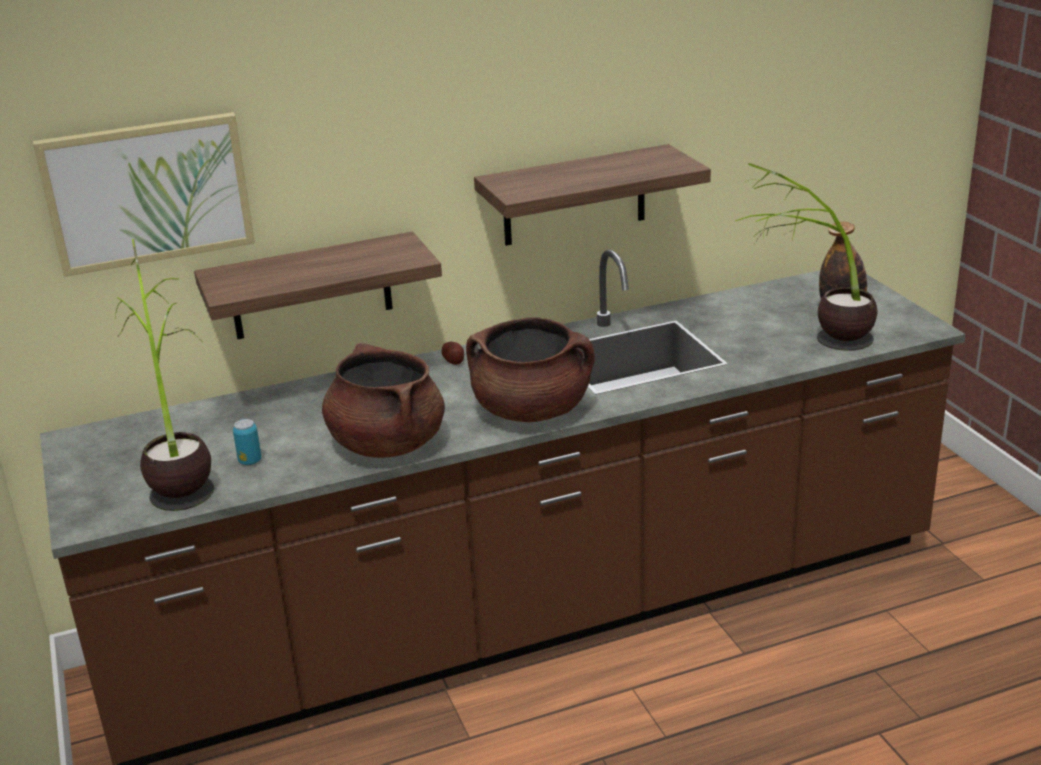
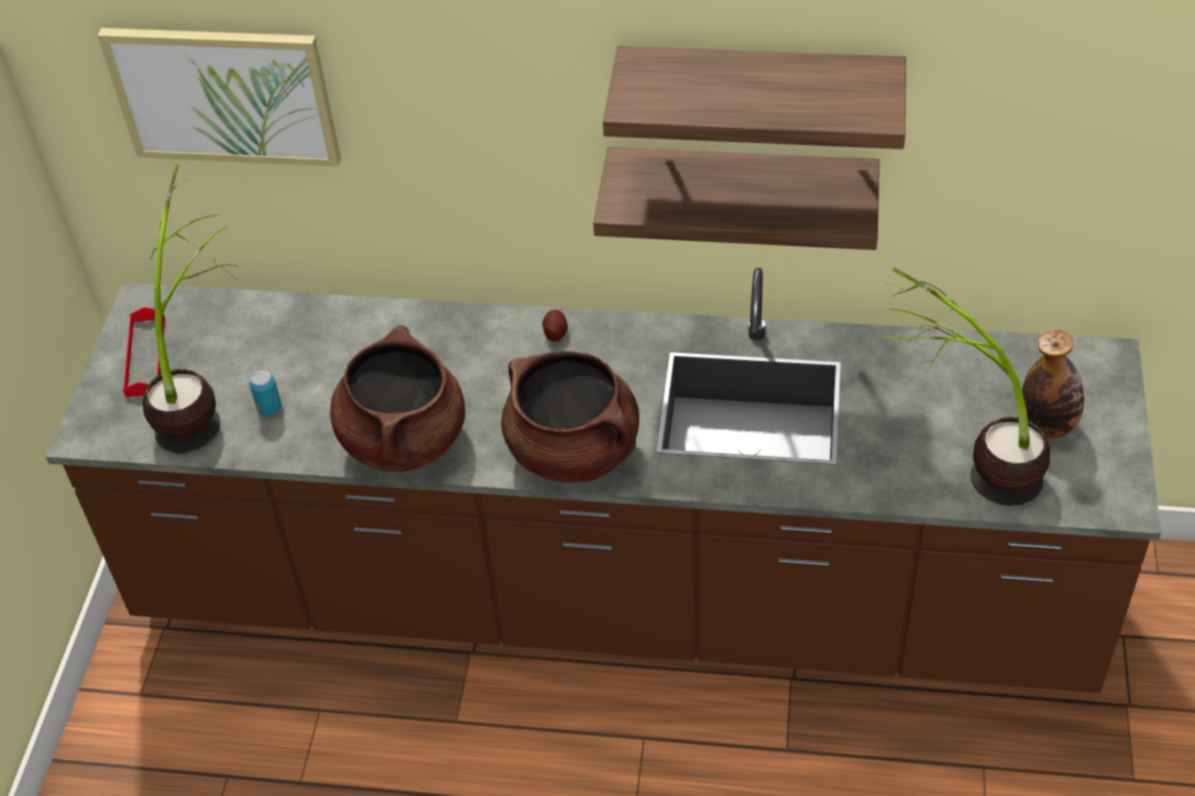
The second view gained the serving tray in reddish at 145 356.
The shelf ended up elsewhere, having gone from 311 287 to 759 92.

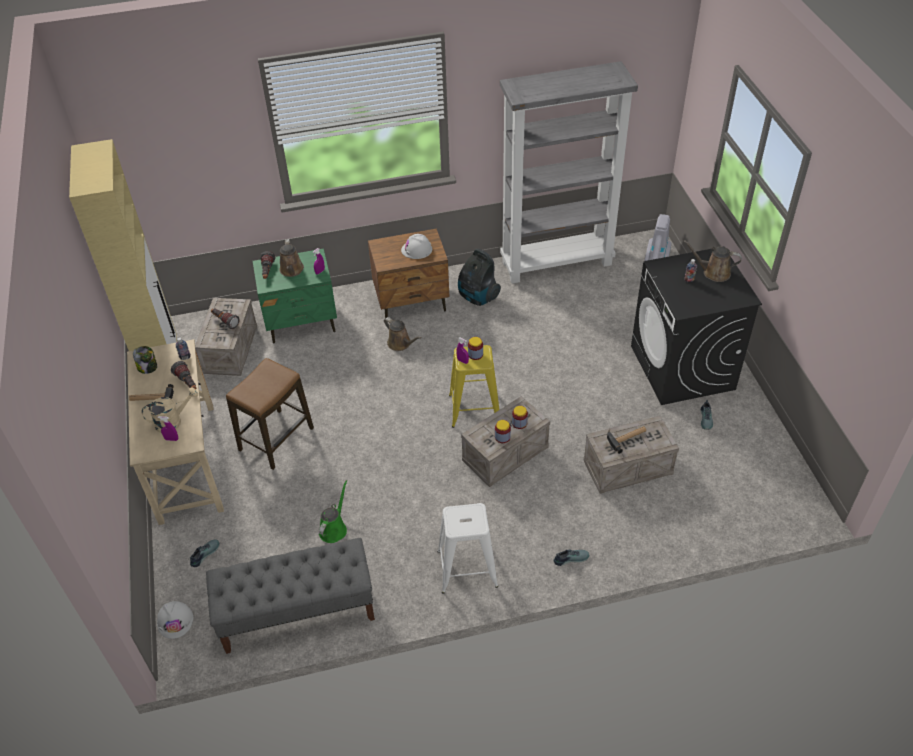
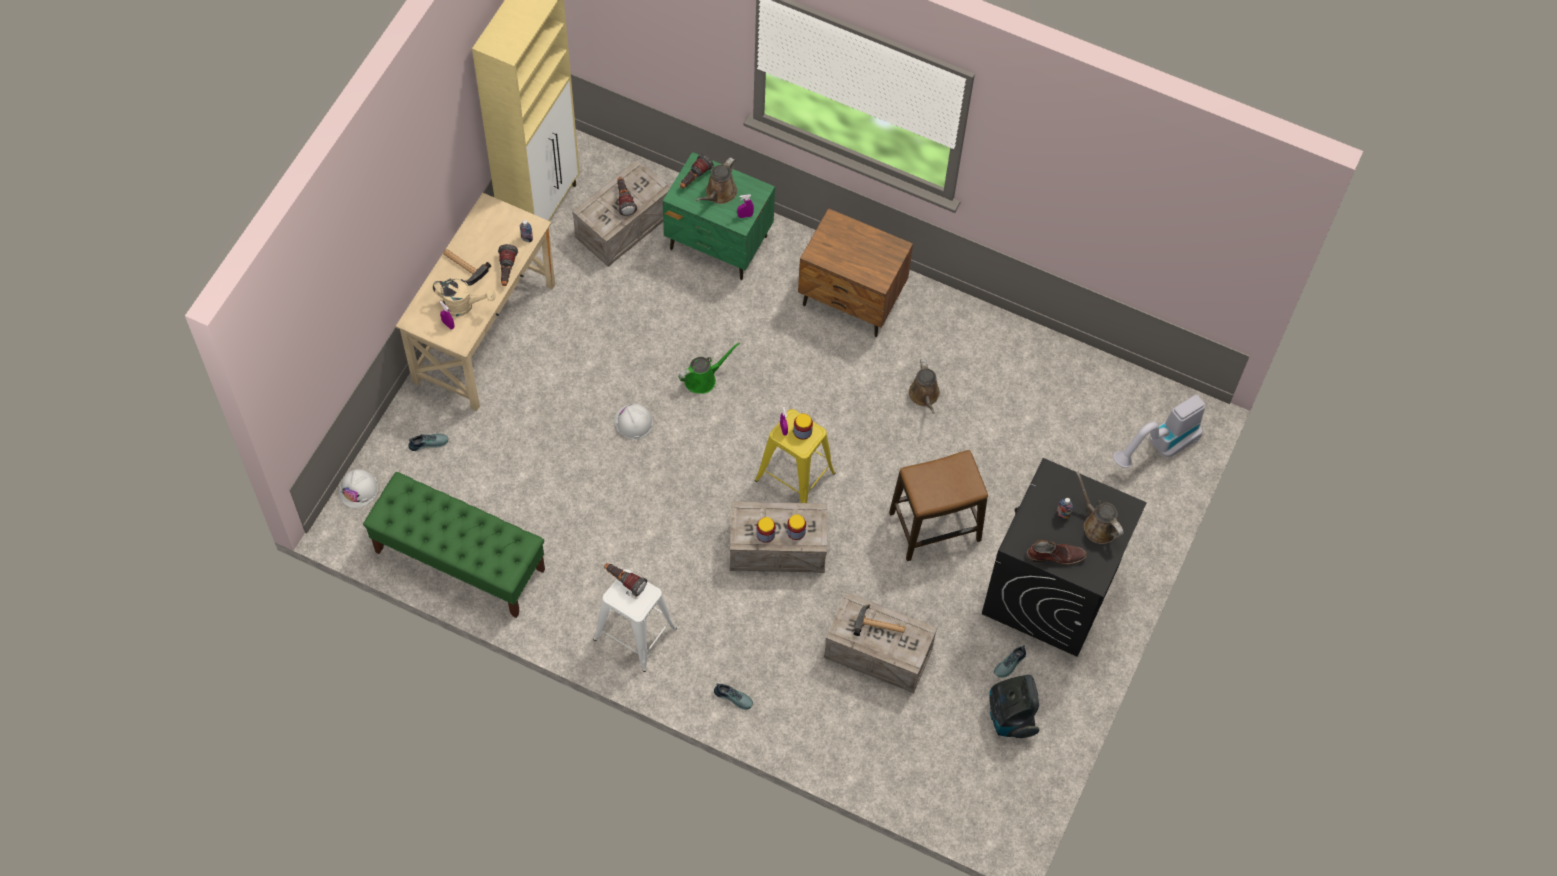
What was the indoor bench in greyish at 297 613 turned into the indoor bench in green-coloured at 459 560.
The second view gained the hand torch at 624 581.
The safety helmet in white-coloured ended up elsewhere, having gone from 416 250 to 633 422.
The watering pot in green-coloured ended up elsewhere, having gone from 334 528 to 703 379.
The stool ended up elsewhere, having gone from 276 439 to 934 527.
The watering pot in brownish ended up elsewhere, having gone from 400 344 to 924 396.
The vacuum cleaner ended up elsewhere, having gone from 477 297 to 1010 717.
The second view gained the high-top boot in brownish at 1055 555.
The second view lost the storage jar at 148 367.
The second view lost the shelving unit in greyish at 557 262.

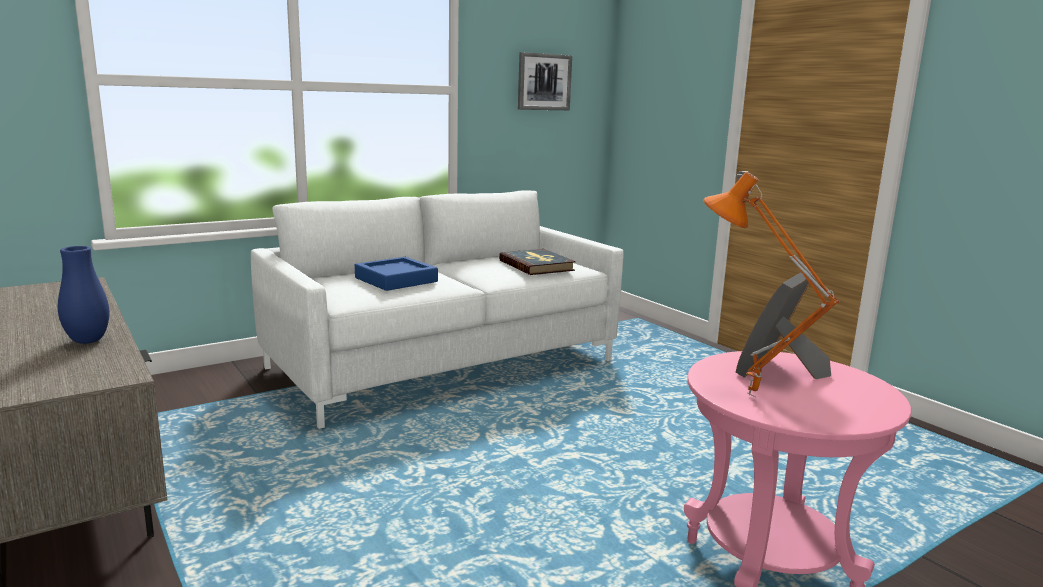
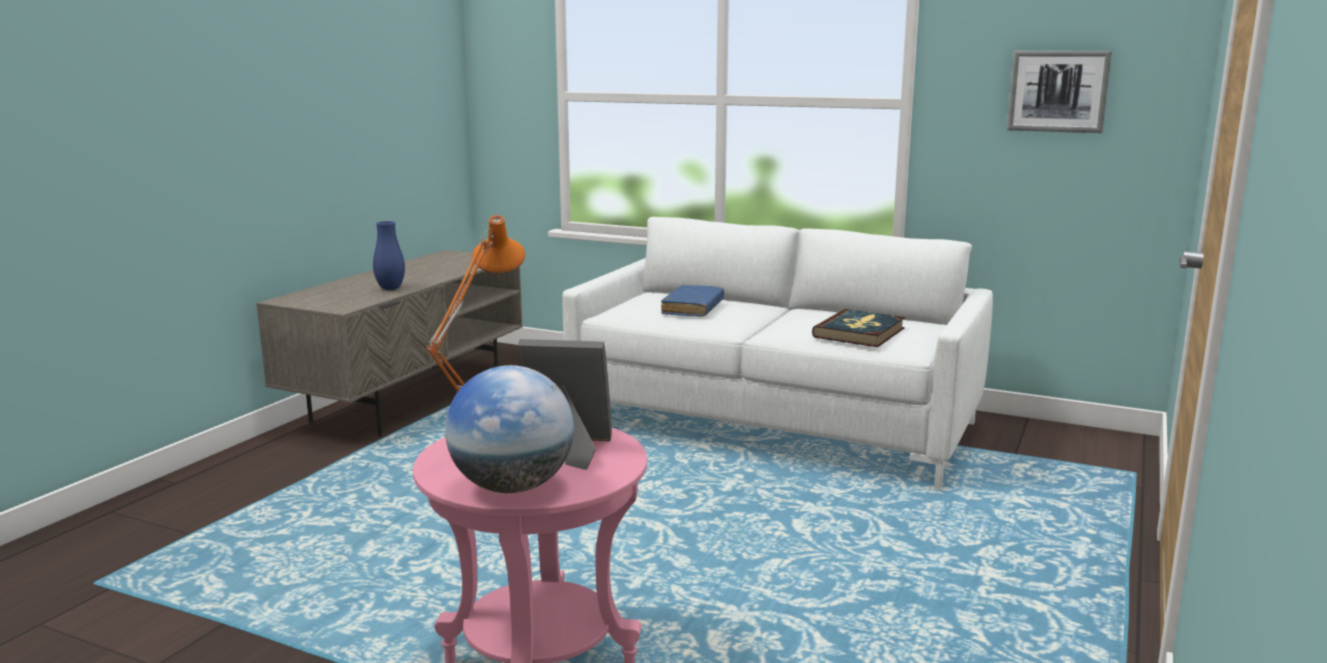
The second view gained the globe at 512 487.
Where the serving tray in blue stood at 396 280, the book in blue came to stand at 693 309.

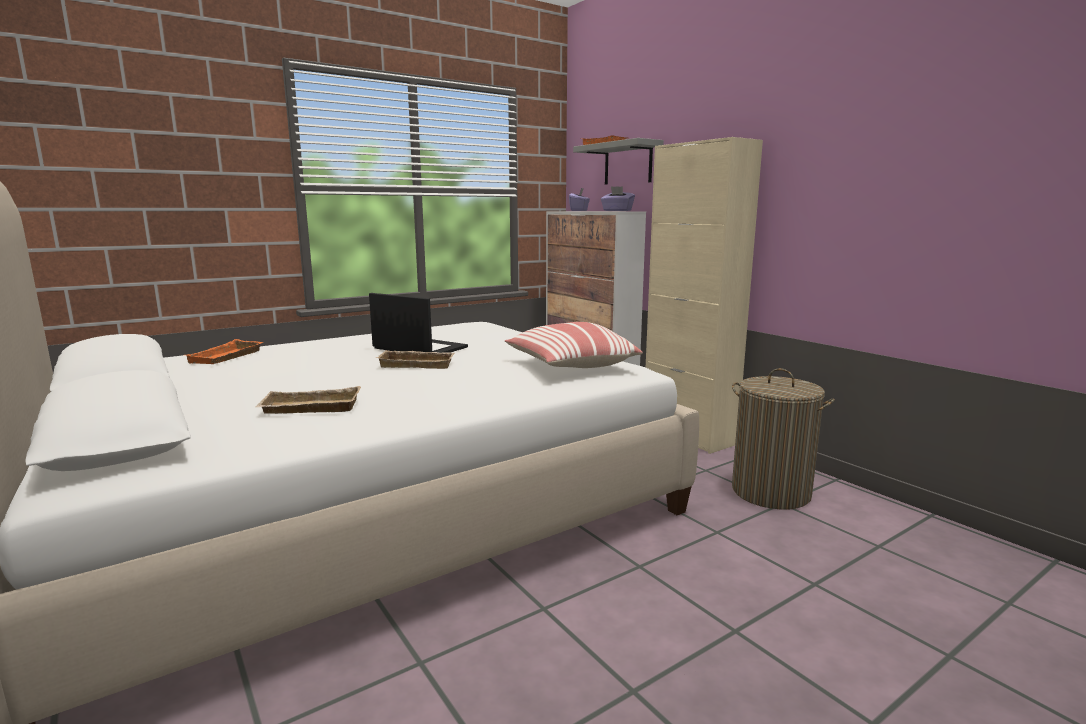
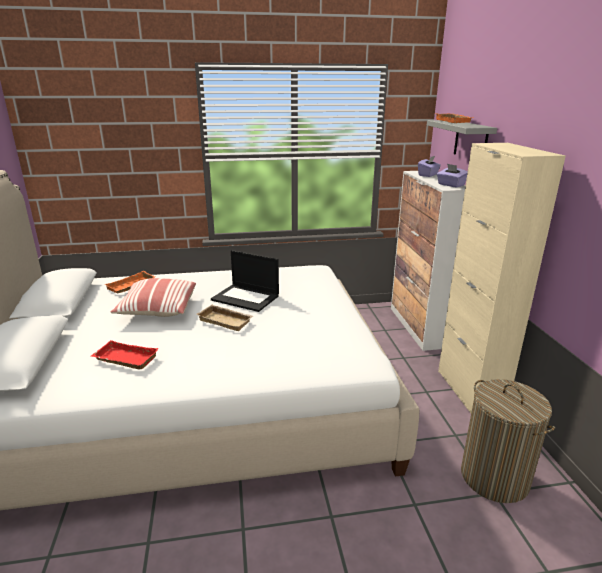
What was the serving tray in sand-coloured at 309 408 turned into the serving tray in reddish at 124 359.
The throw pillow ended up elsewhere, having gone from 570 366 to 157 309.
The notebook computer at 418 348 ended up facing another way, 150 degrees clockwise from before.

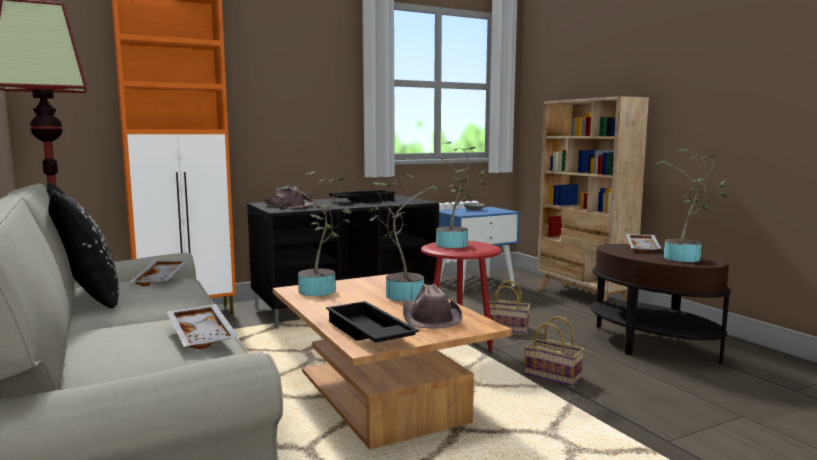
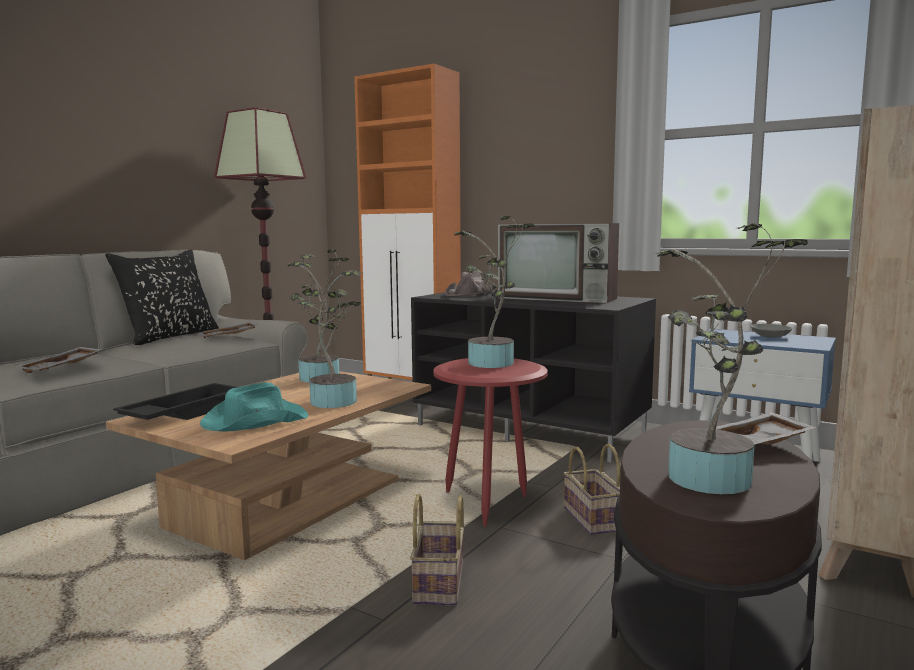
What was the wearable hat in brownish at 429 317 turned into the wearable hat in turquoise at 253 421.
Where the serving tray in black stood at 362 201, the TV came to stand at 559 298.

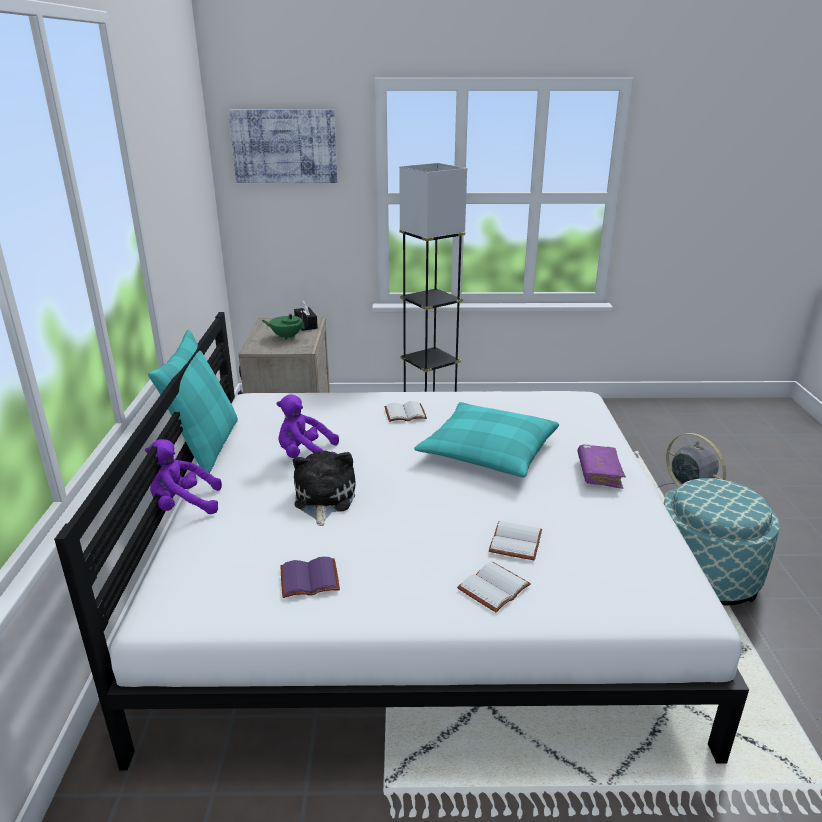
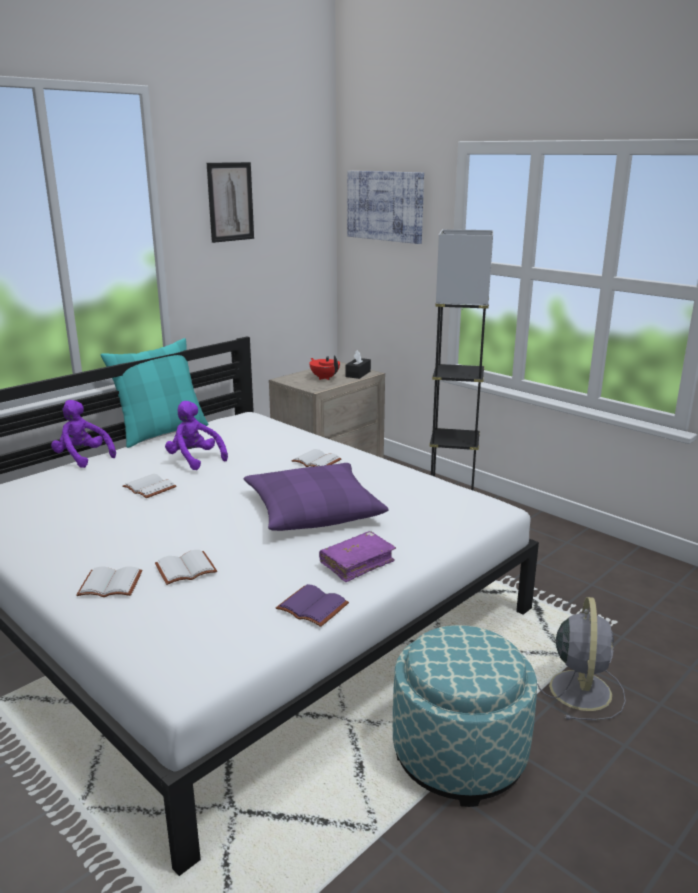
Where the cuddly toy stood at 323 499, the book in white-coloured came to stand at 148 488.
The second view gained the wall art at 230 202.
What was the throw pillow in turquoise at 488 451 turned into the throw pillow in purple-coloured at 313 510.
The book in purple-coloured ended up elsewhere, having gone from 308 580 to 310 608.
What was the teapot in green-coloured at 286 337 turned into the teapot in reddish at 324 378.

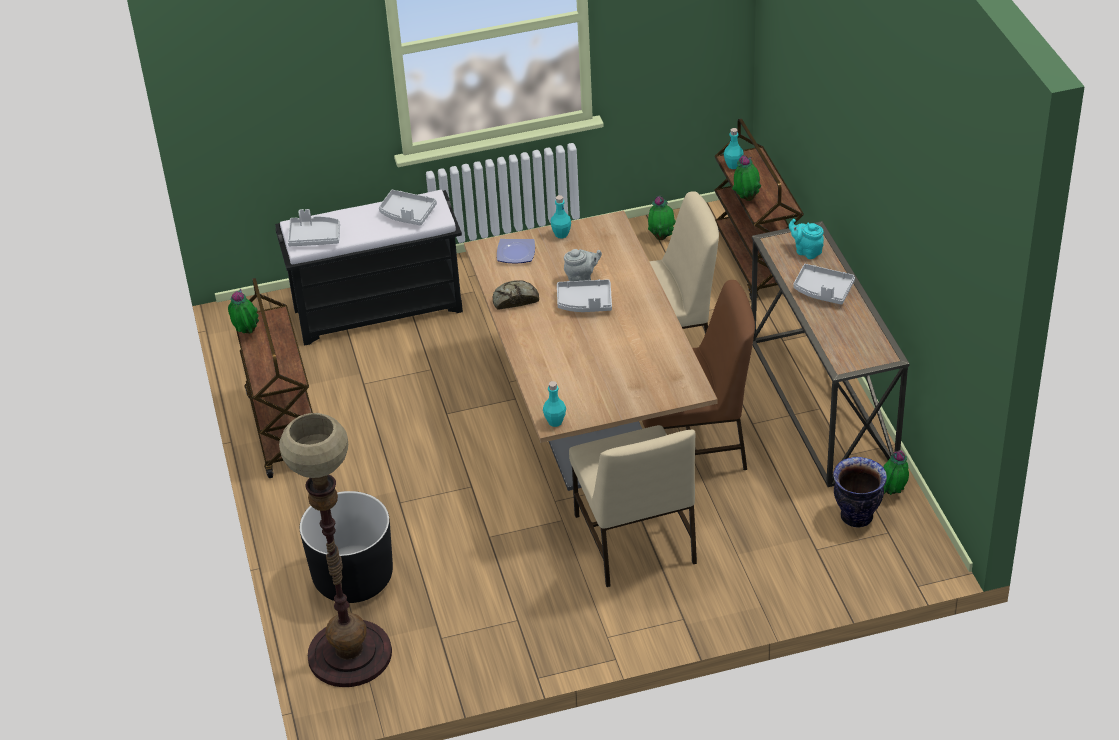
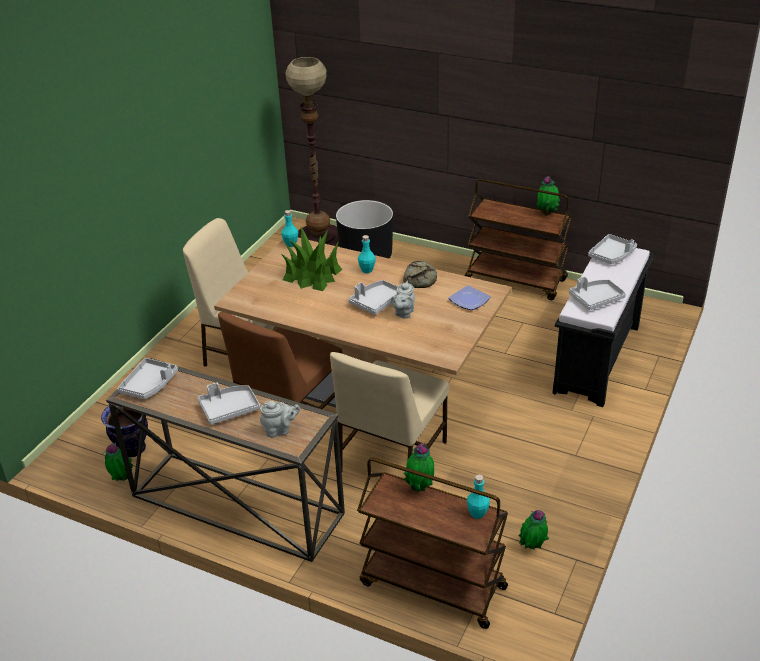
The second view gained the serving tray in greyish at 149 385.
What was the teapot in turquoise at 806 251 turned into the teapot in greyish at 280 430.
The second view gained the plant in a pot at 312 275.
The beverage bottle in turquoise ended up elsewhere, having gone from 561 234 to 367 270.

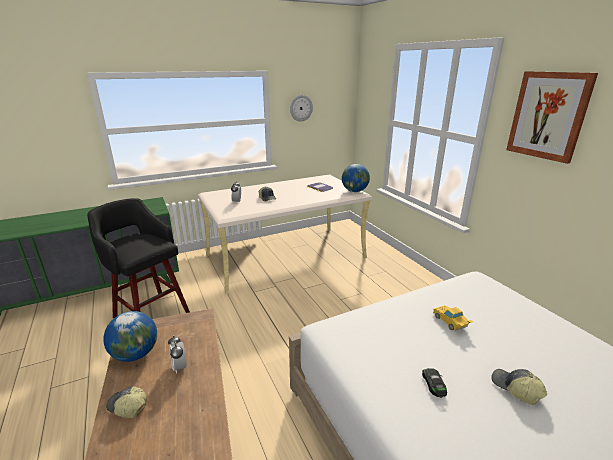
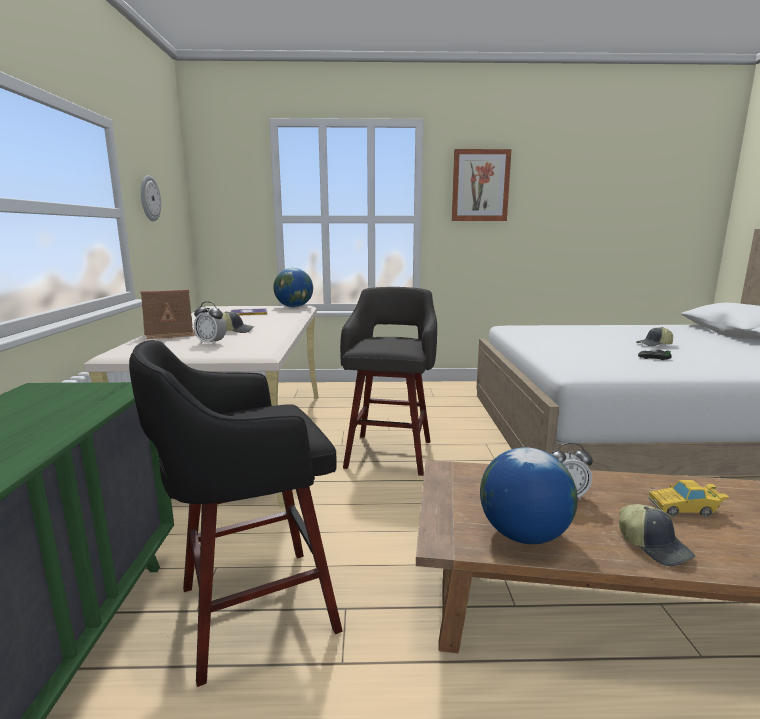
The second view gained the miniature house at 173 334.
The second view gained the stool in greyish at 390 452.
The cap at 127 406 ended up facing another way, 75 degrees counterclockwise from before.
The toy car in yellow-coloured ended up elsewhere, having gone from 451 323 to 685 509.

